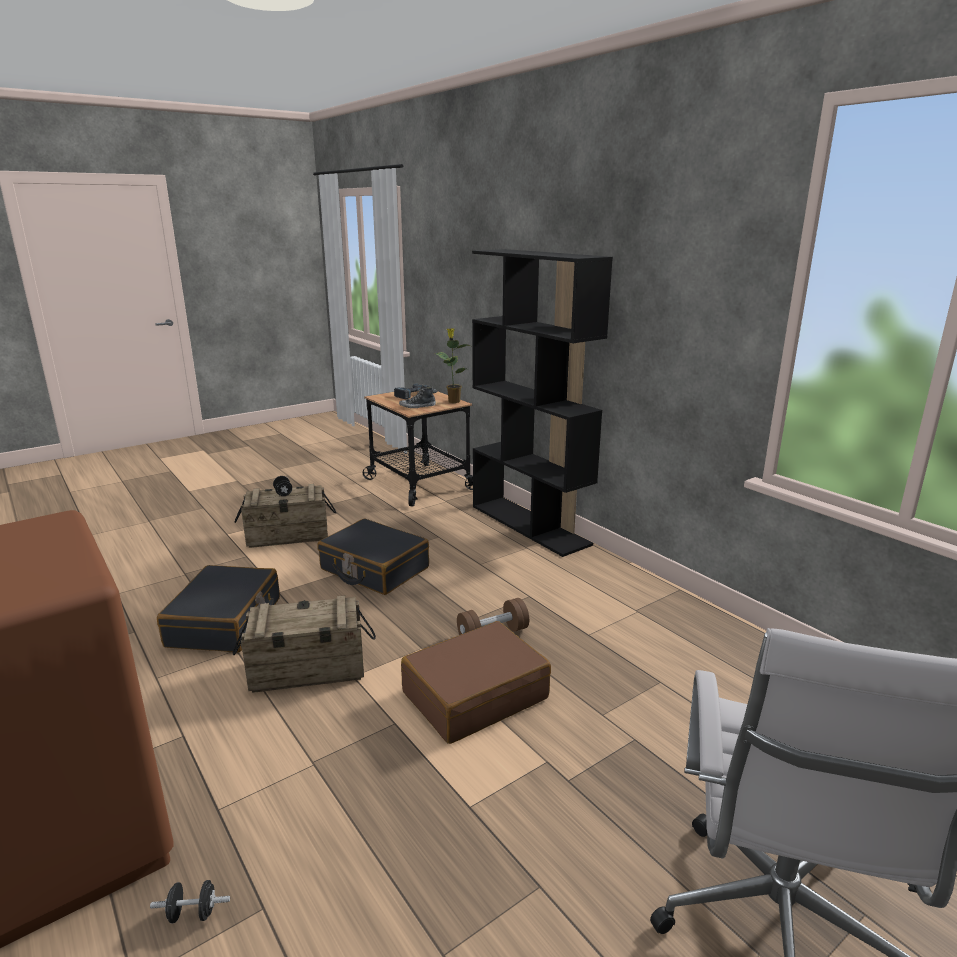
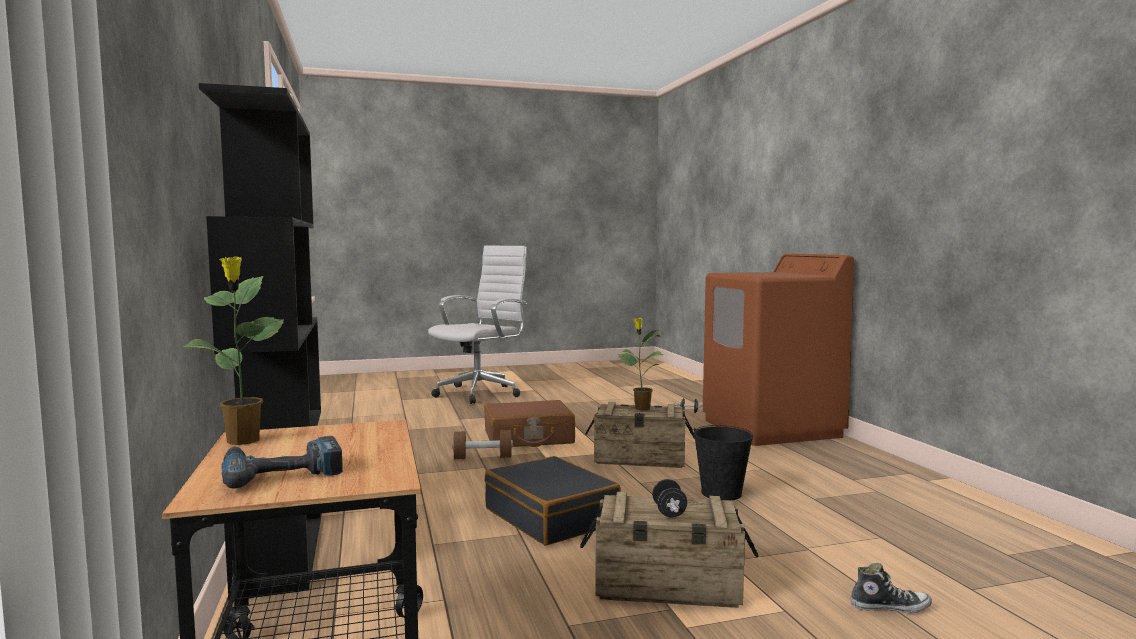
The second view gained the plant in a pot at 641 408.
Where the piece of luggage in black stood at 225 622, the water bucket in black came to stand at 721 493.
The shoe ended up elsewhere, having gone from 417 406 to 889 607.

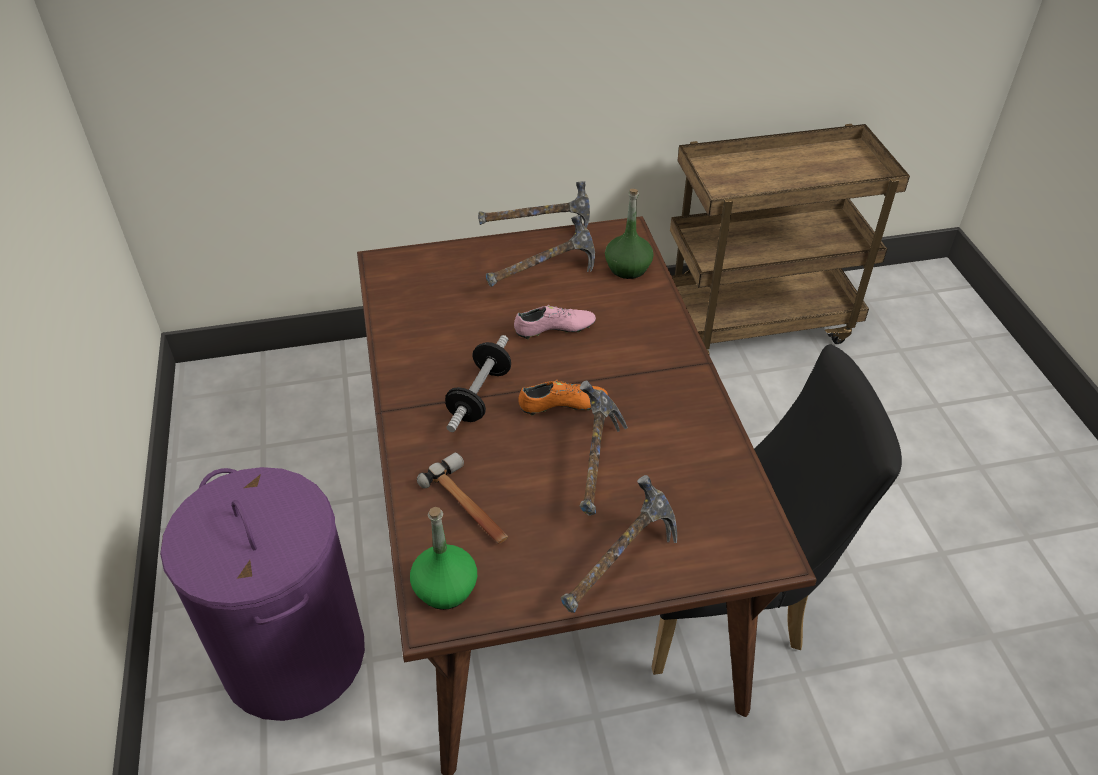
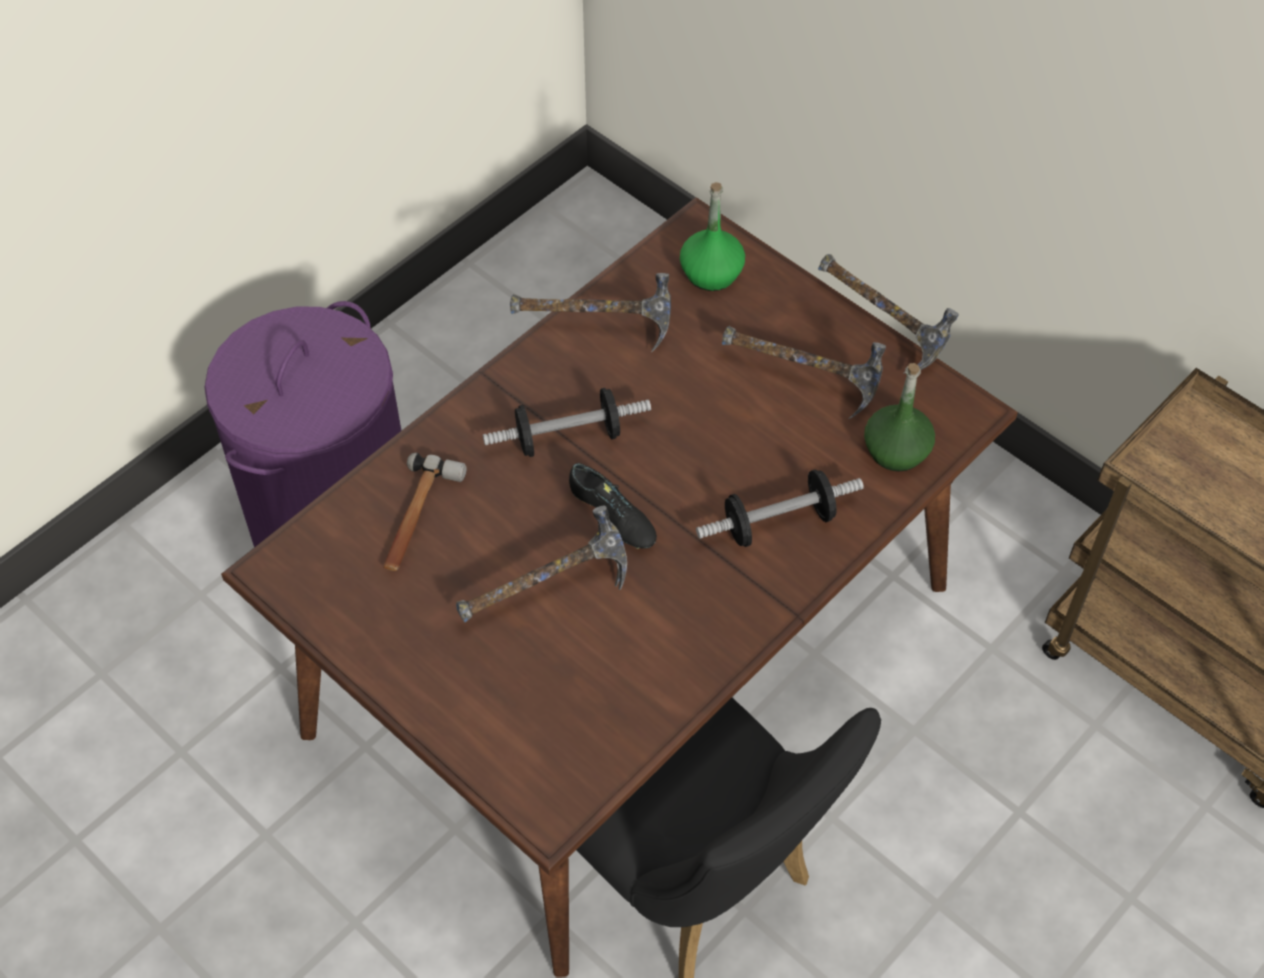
The hand hammer ended up elsewhere, having gone from 618 567 to 596 329.
What was the shoe in orangey at 563 406 turned into the shoe in black at 612 517.
The beverage bottle in green-coloured ended up elsewhere, having gone from 445 588 to 711 273.
The second view gained the dumbbell at 778 523.
The second view lost the shoe in pink-coloured at 555 330.

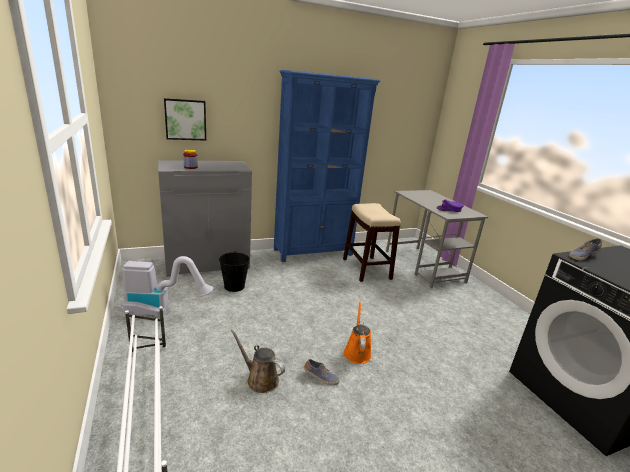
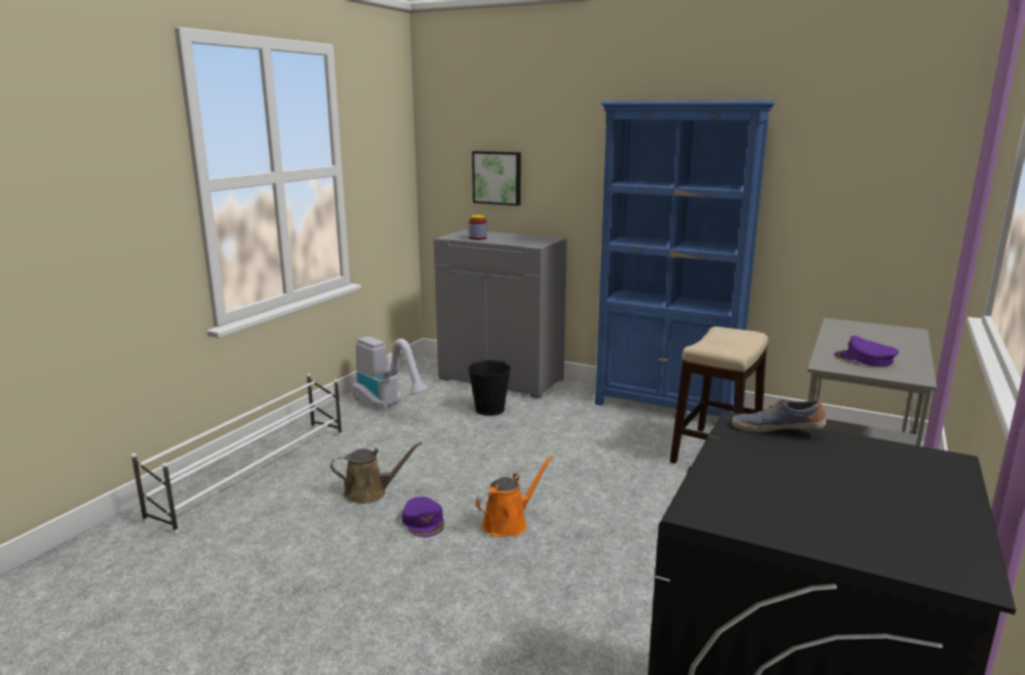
The watering pot in brownish at 260 379 ended up facing another way, 90 degrees clockwise from before.
Where the shoe stood at 320 377, the cap in purple-coloured came to stand at 424 522.

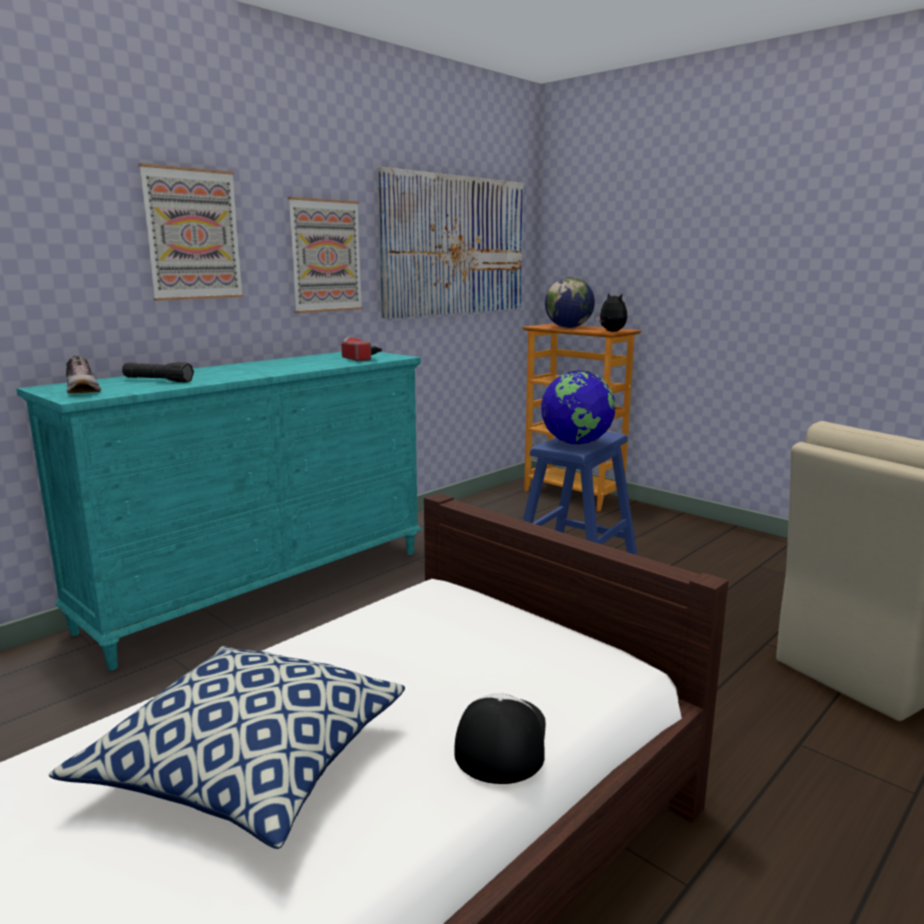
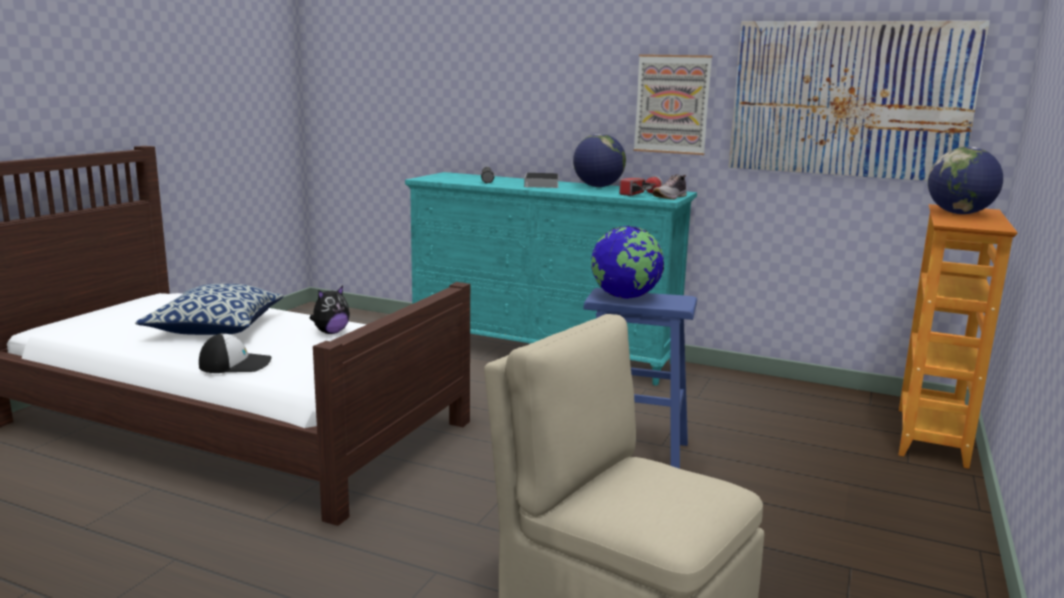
The cuddly toy ended up elsewhere, having gone from 611 331 to 331 332.
The second view gained the book at 541 184.
The second view gained the globe at 598 187.
The shoe ended up elsewhere, having gone from 83 390 to 670 197.
The second view lost the wall art at 192 234.

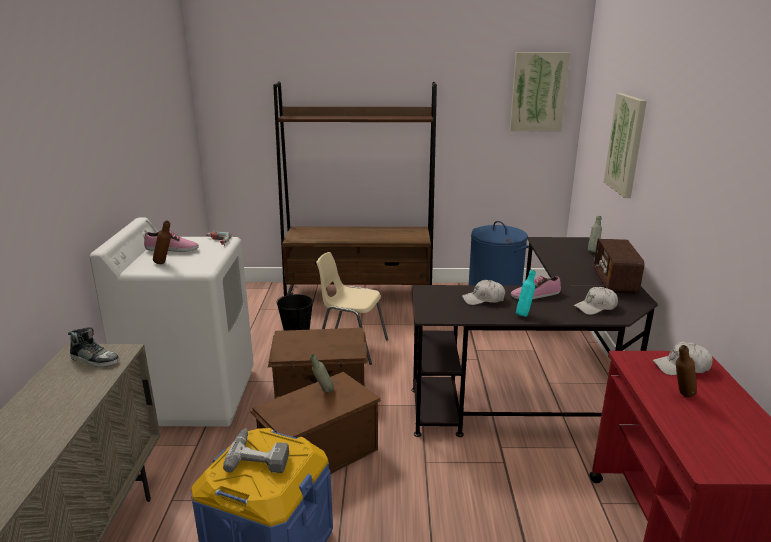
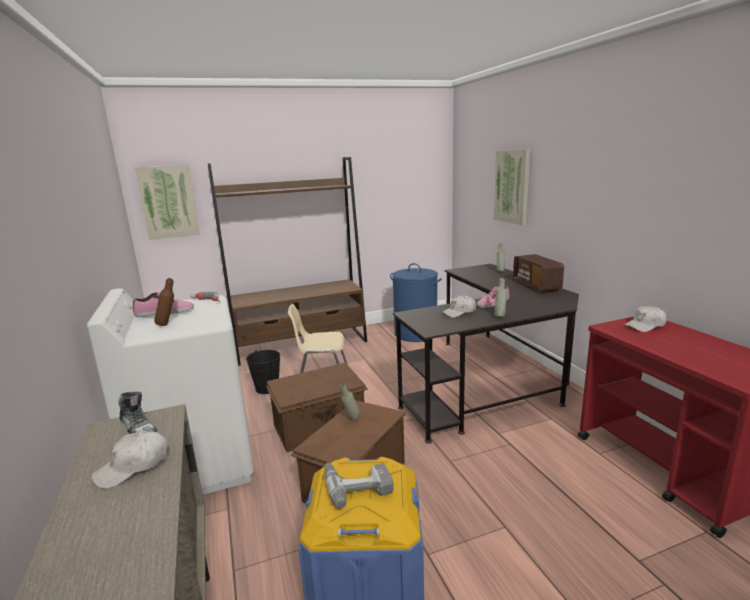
The cap in white-coloured ended up elsewhere, having gone from 596 307 to 133 467.
The shoe at 95 360 ended up facing another way, 45 degrees clockwise from before.
The wall art ended up elsewhere, having gone from 538 92 to 168 202.
What was the beverage bottle in turquoise at 524 314 turned into the beverage bottle in greyish at 500 316.
The second view lost the beverage bottle in brownish at 681 396.

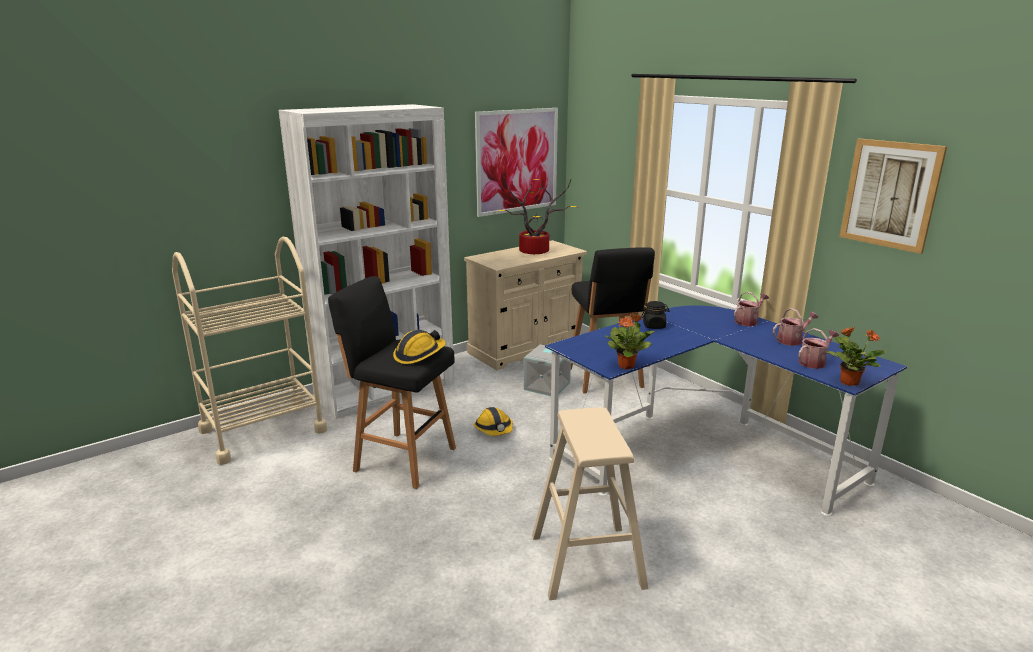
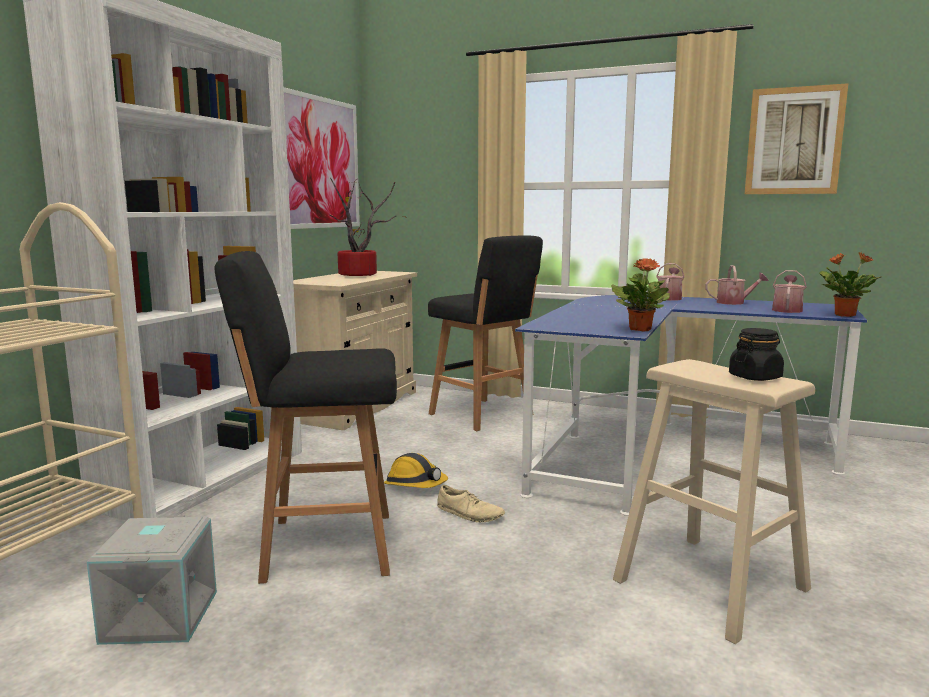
The storage box in greyish ended up elsewhere, having gone from 546 386 to 158 616.
The second view gained the shoe in sand-coloured at 470 514.
The watering pot at 792 340 ended up facing another way, 60 degrees clockwise from before.
The storage jar in black ended up elsewhere, having gone from 654 326 to 755 377.
The second view lost the safety helmet at 419 354.

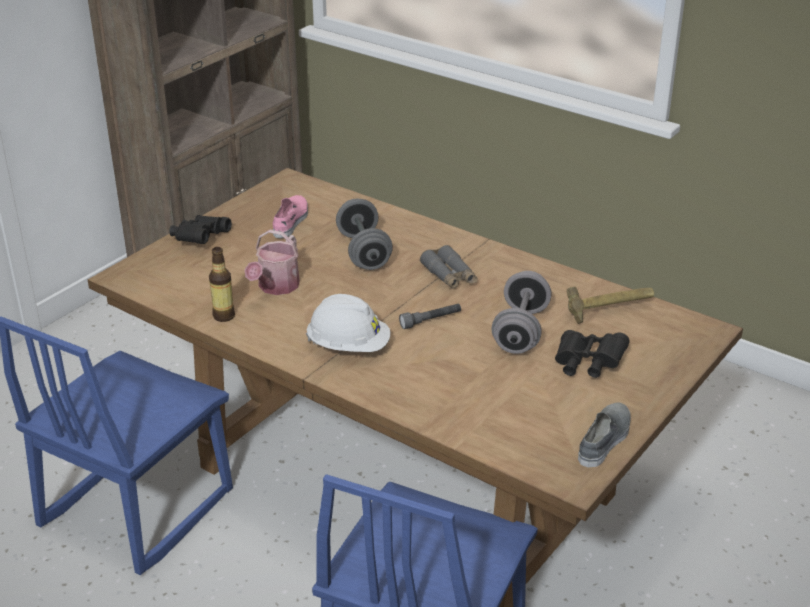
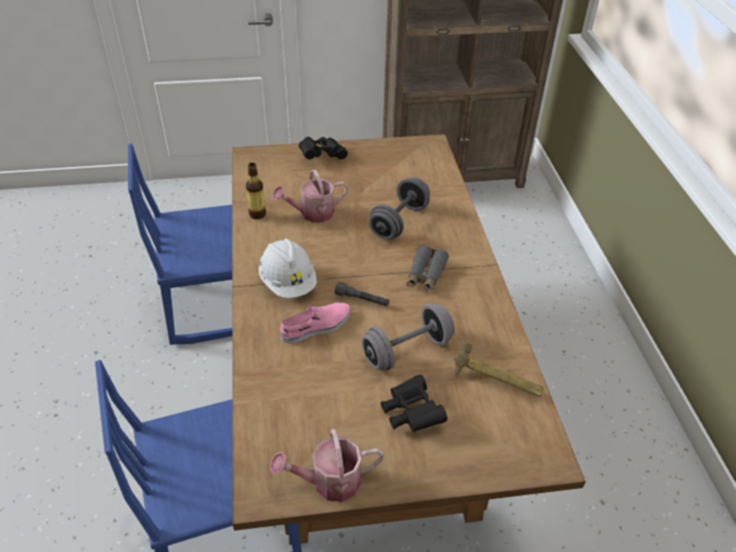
Where the shoe in greyish stood at 604 439, the watering pot came to stand at 329 481.
The shoe in pink-coloured ended up elsewhere, having gone from 291 221 to 316 326.

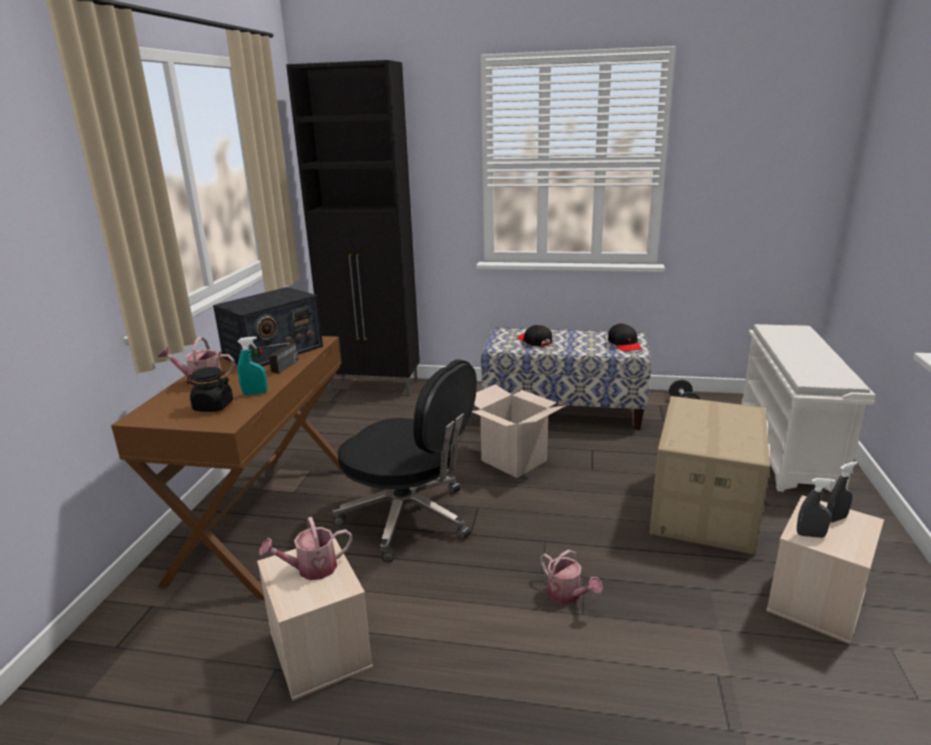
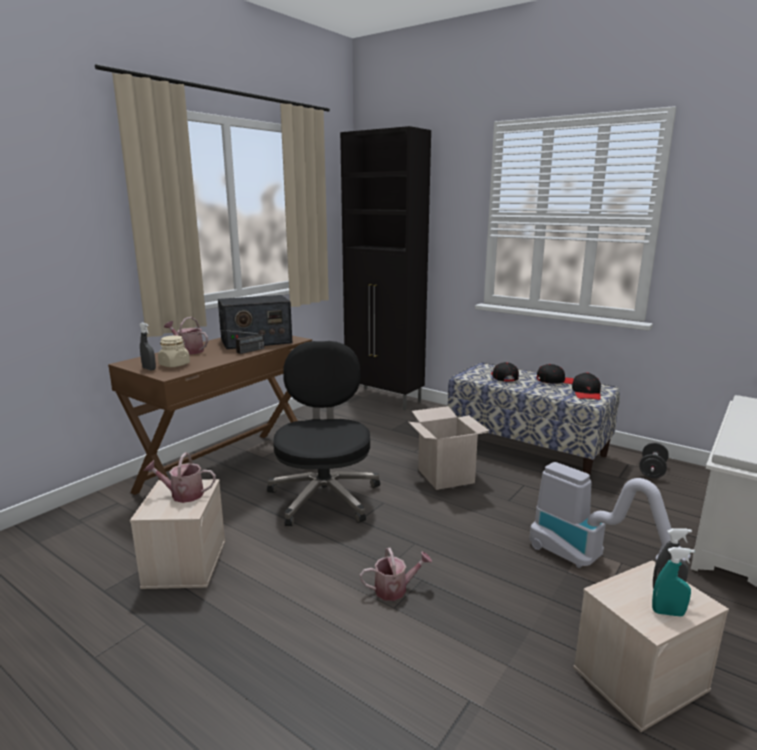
The spray bottle in greyish ended up elsewhere, having gone from 810 535 to 149 369.
What was the storage jar in black at 213 406 turned into the storage jar in sand-coloured at 174 365.
The office chair in black at 409 518 ended up facing another way, 150 degrees counterclockwise from before.
The watering pot at 568 595 ended up facing another way, 90 degrees counterclockwise from before.
Where the packing box stood at 702 508, the vacuum cleaner came to stand at 589 560.
The second view gained the cap in black at 555 381.
The spray bottle in turquoise ended up elsewhere, having gone from 255 393 to 668 613.

